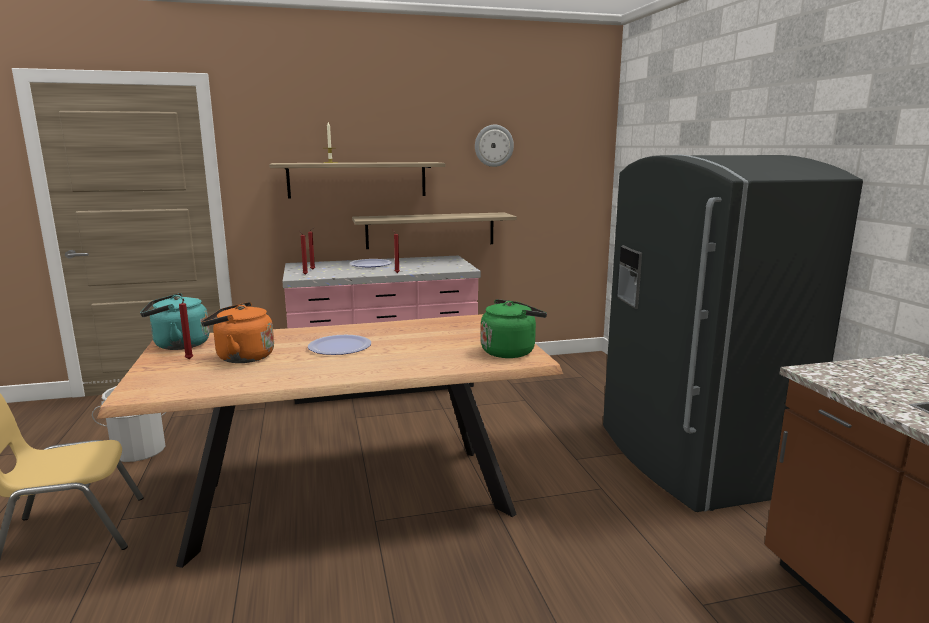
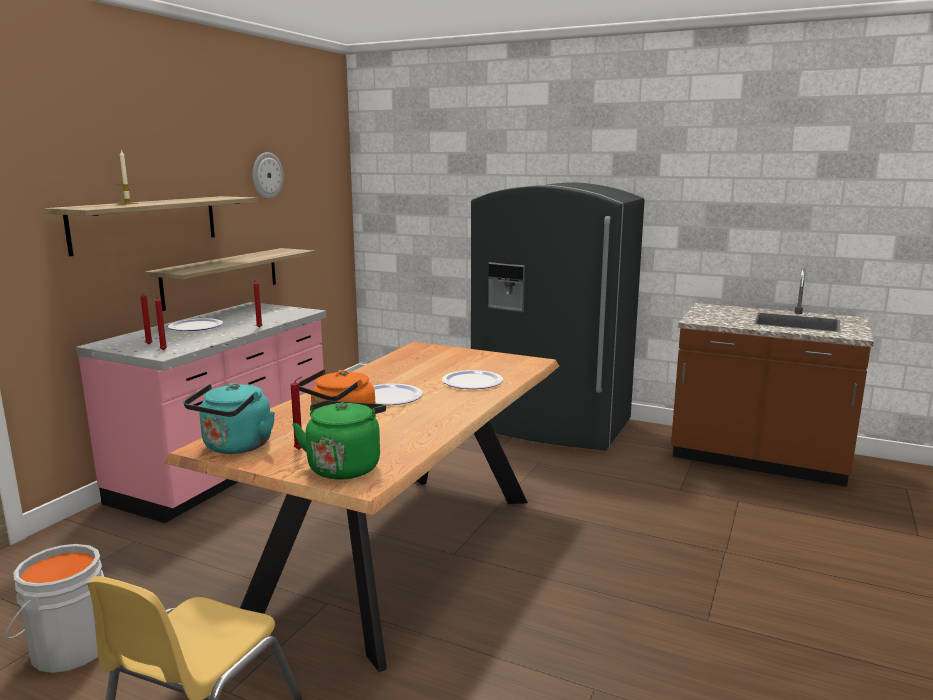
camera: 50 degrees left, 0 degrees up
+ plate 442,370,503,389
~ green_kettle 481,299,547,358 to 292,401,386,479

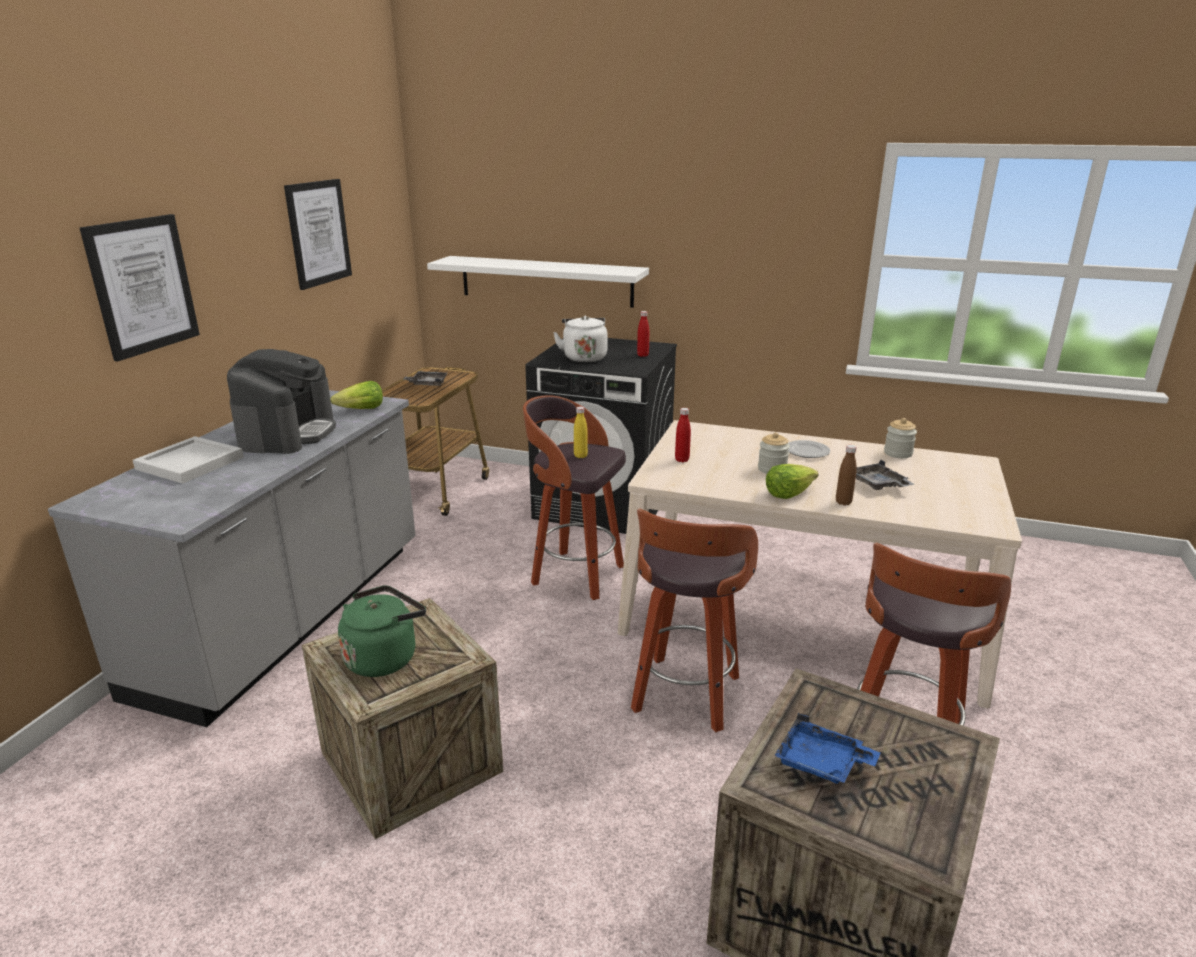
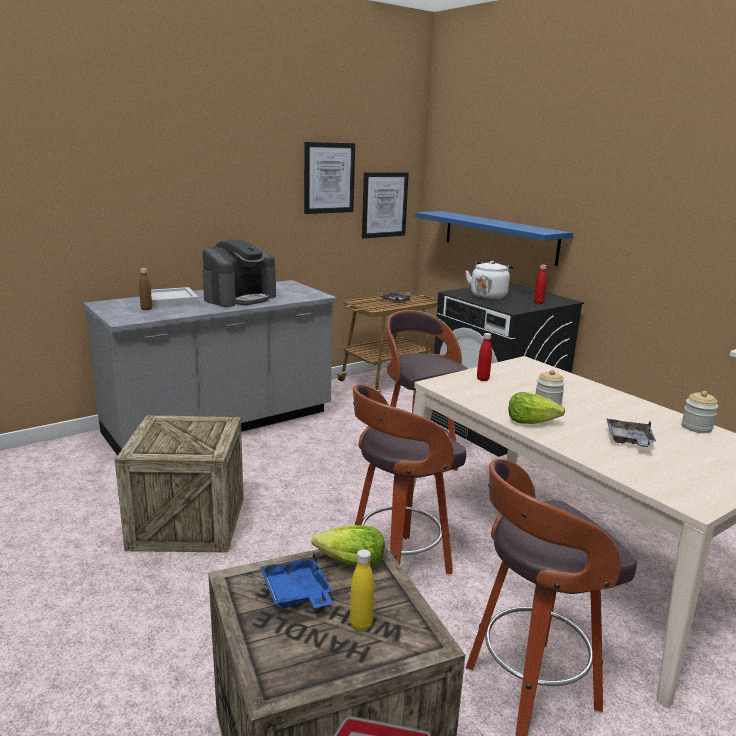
camera: 35 degrees right, 5 degrees down
- green_kettle 338,585,426,677
- plate 788,440,831,458
~ picture 80,214,200,361 to 362,172,409,239
~ lettuce 331,381,383,409 to 312,525,385,567
~ yellow_bottle 574,407,588,458 to 350,549,374,632
~ brown_bottle 836,445,857,505 to 139,268,152,310
~ white_shelf 427,256,649,308 to blue_shelf 415,211,573,266

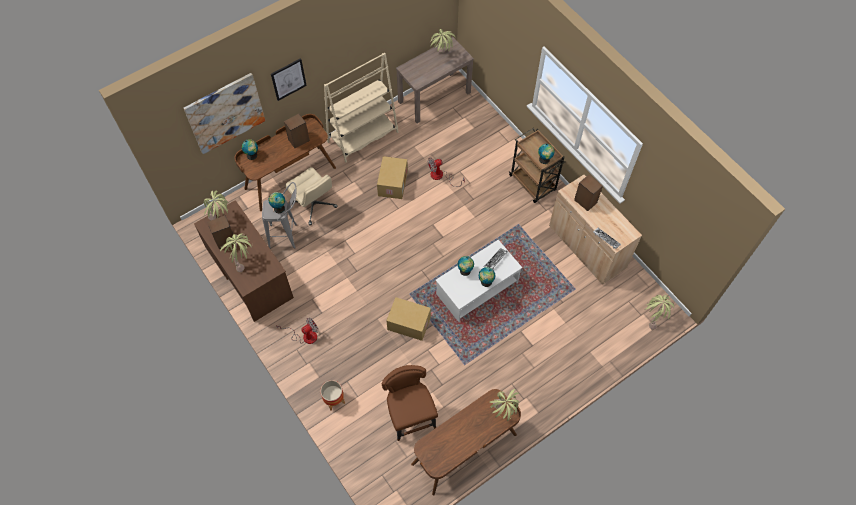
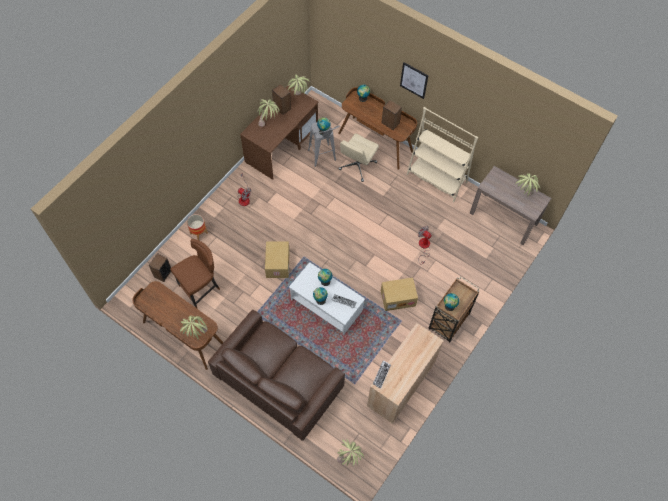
camera: 70 degrees right, 0 degrees up
- picture 184,73,265,154
+ brown_sofa 208,310,345,441
~ cardboard_box 377,156,408,199 to 381,277,418,311
~ speaker 574,175,603,211 to 149,253,171,282

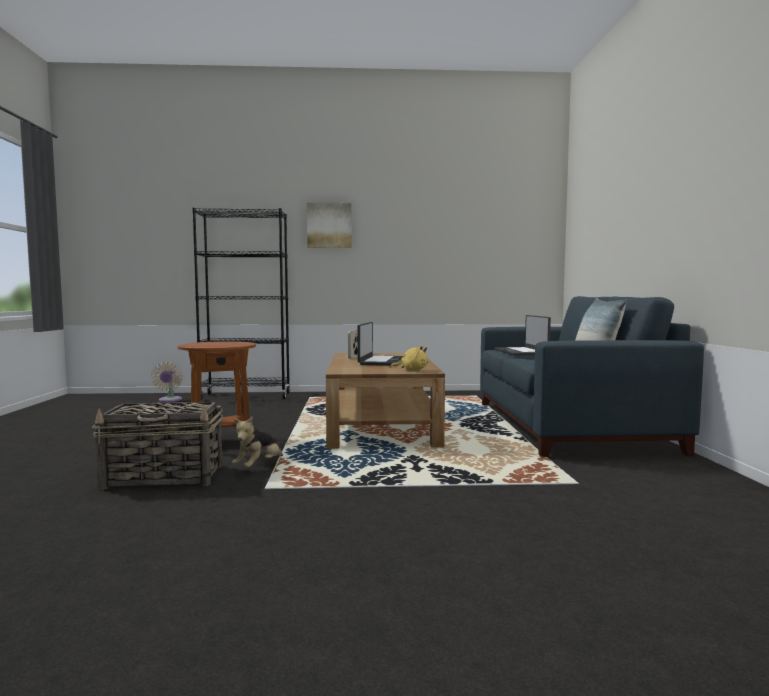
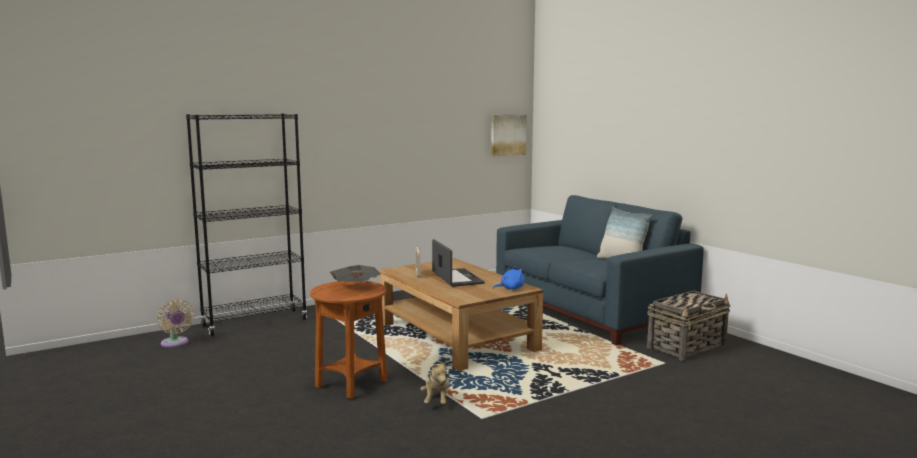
camera: 30 degrees left, 5 degrees up
- laptop 494,315,551,356
+ newspaper 329,265,381,282
~ basket 92,402,223,489 to 647,291,730,361
~ picture 307,202,352,248 to 491,114,527,156
~ yellow_plush_toy 390,346,428,370 to blue_plush_toy 493,266,525,290

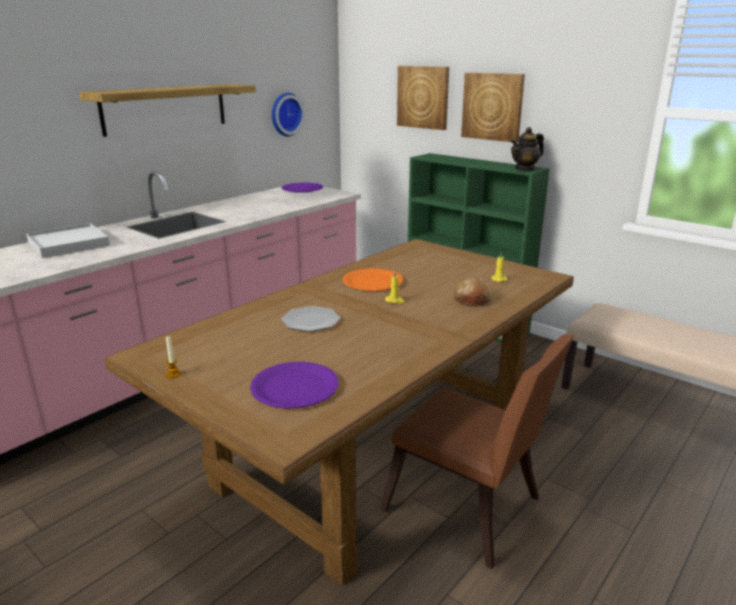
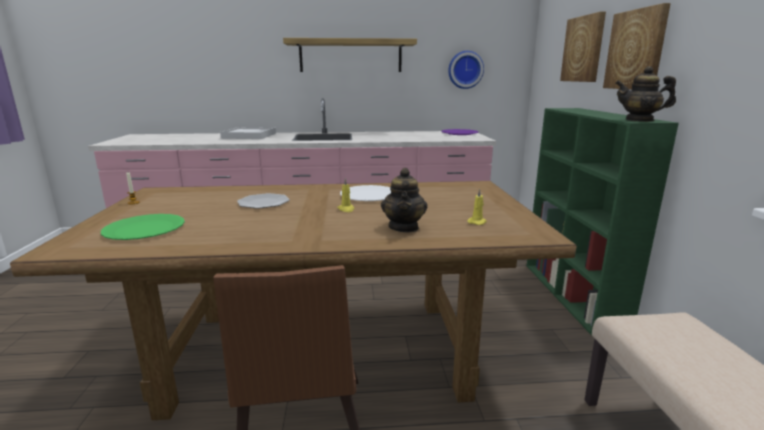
camera: 45 degrees right, 5 degrees down
~ bread 454,279,492,307 to teapot 381,168,427,232
~ purple_plate 250,362,338,409 to green_plate 101,214,185,240
~ orange_plate 343,268,403,291 to white_plate 340,185,391,201

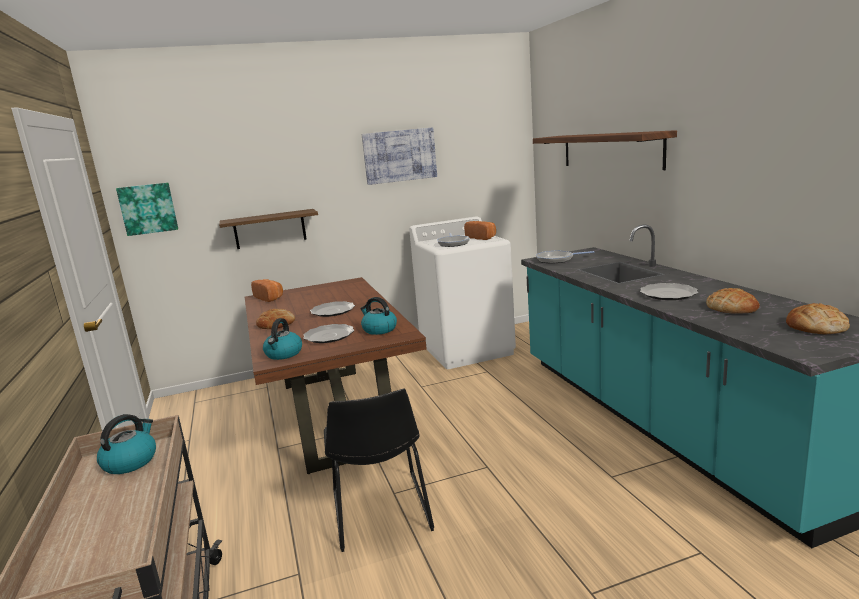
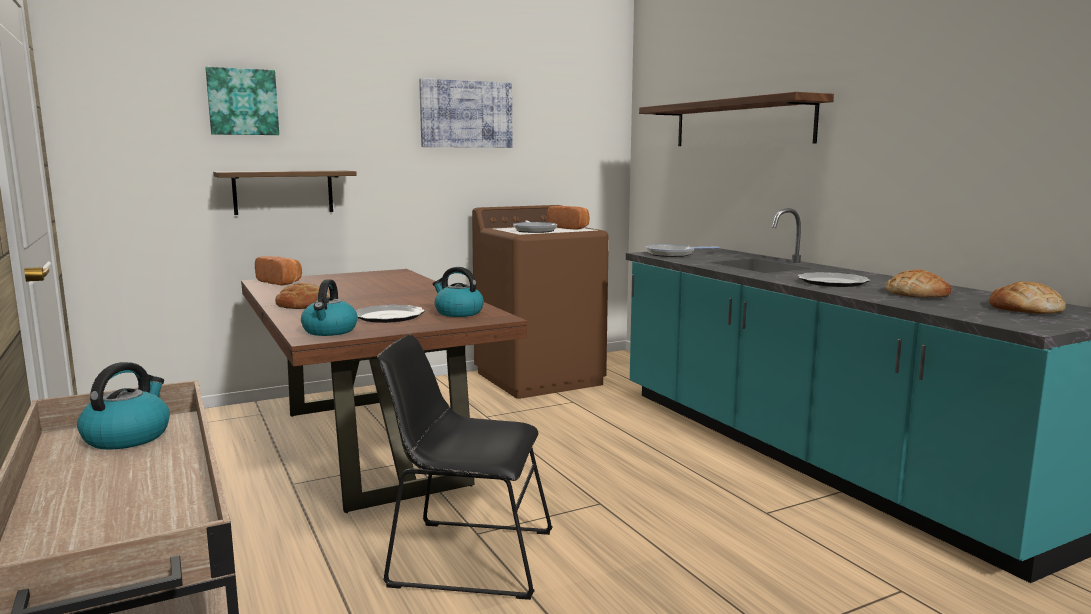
camera: 10 degrees left, 5 degrees down
- plate 310,301,355,317
~ picture 116,183,178,236 to 206,67,279,135
~ white_washing_machine 409,217,516,369 to brown_washing_machine 472,205,609,399
~ black_chair 324,389,434,552 = 377,335,553,600 120 degrees clockwise

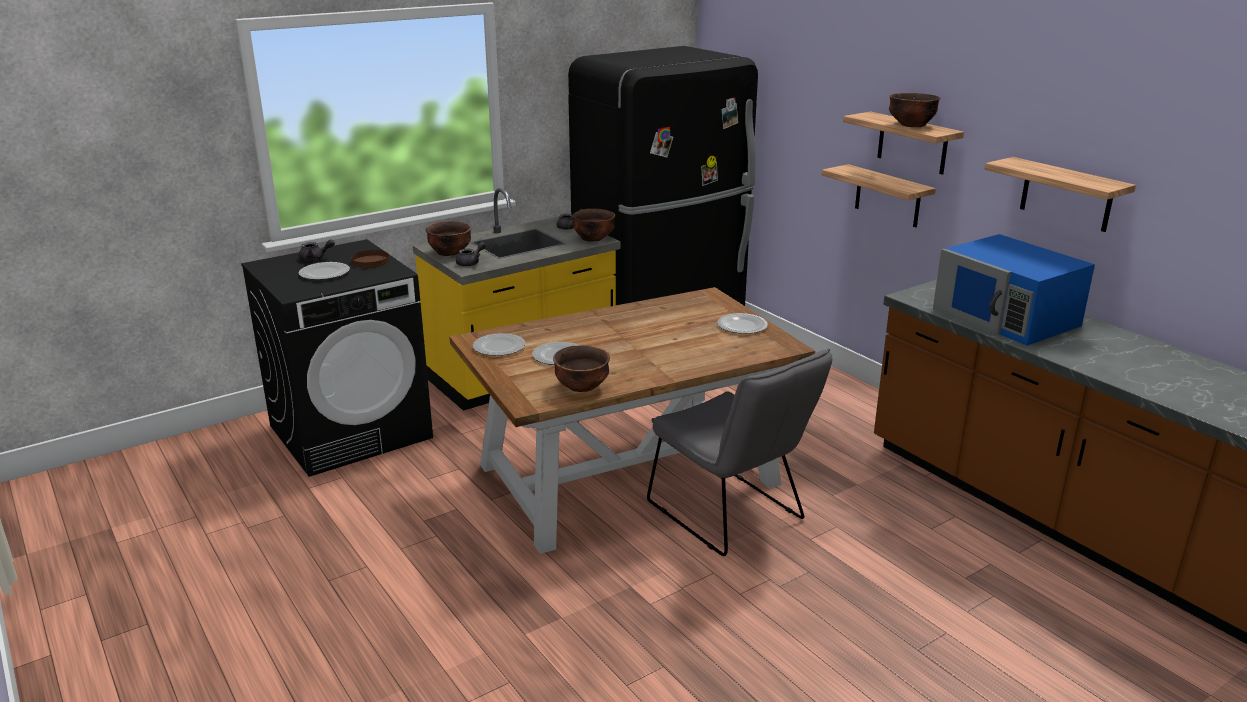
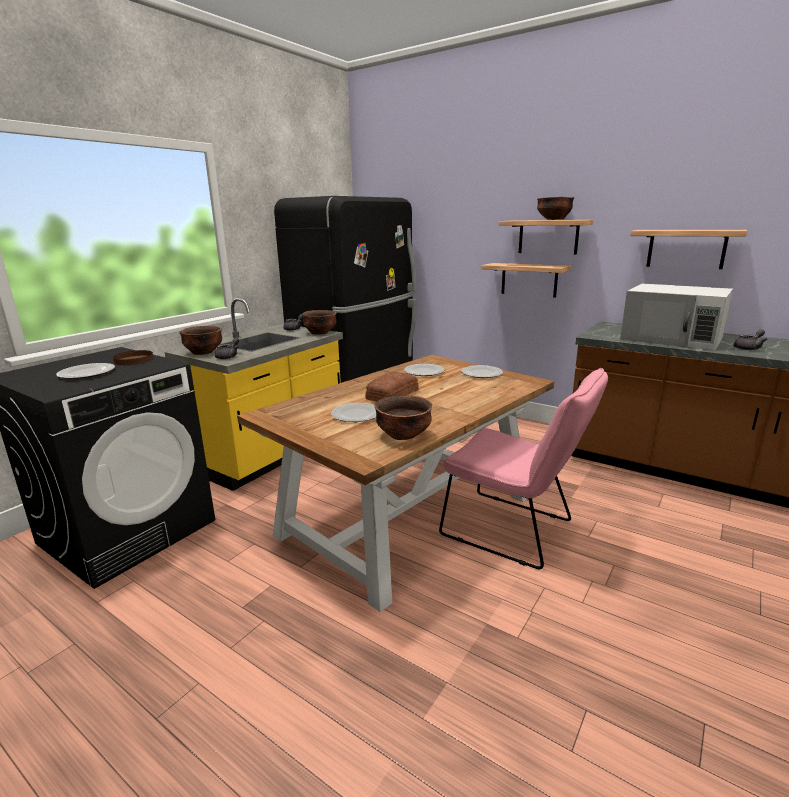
camera: 20 degrees left, 5 degrees down
+ bread 365,372,419,402
~ grey_teapot 299,239,335,261 to 734,329,767,350
~ plate 473,333,525,356 to 404,364,444,376
~ grey_chair 647,348,832,556 to pink_chair 439,368,608,569
~ blue_microwave 933,234,1095,346 to white_microwave 620,283,733,350

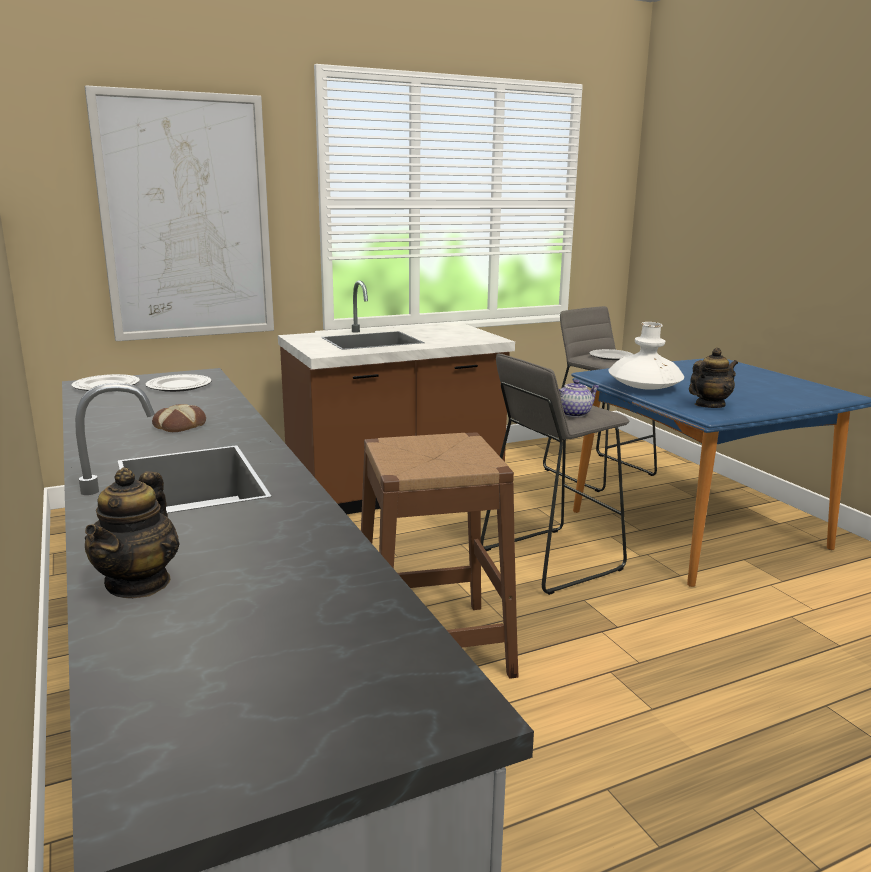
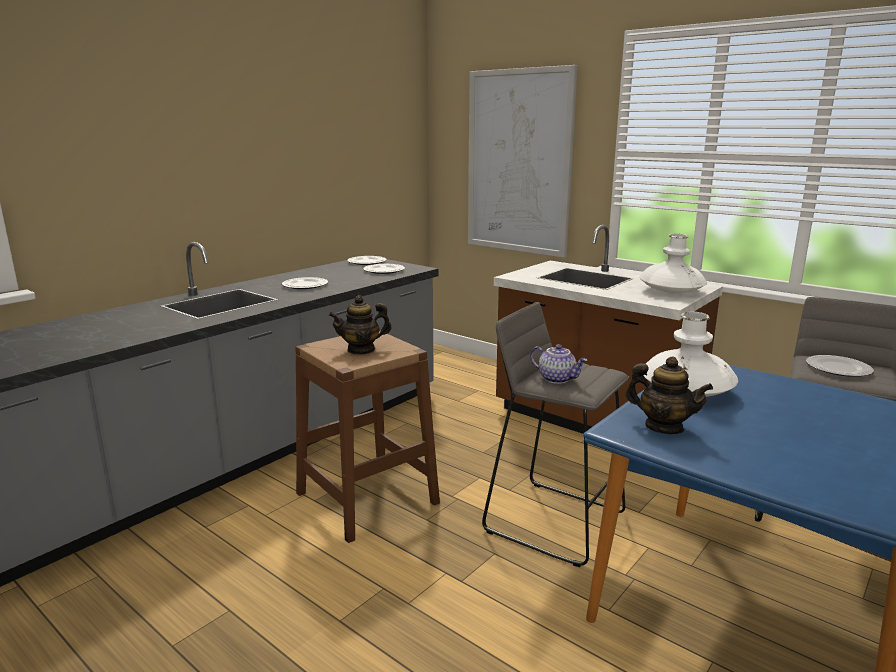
camera: 65 degrees right, 0 degrees up
+ white_vase 639,234,707,293
~ teapot 85,467,180,598 to 329,295,392,355
~ bread 152,404,206,432 to plate 282,277,328,289

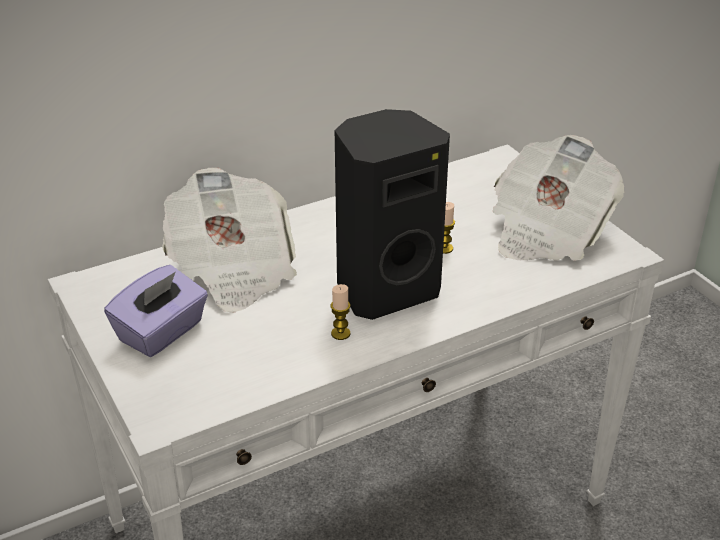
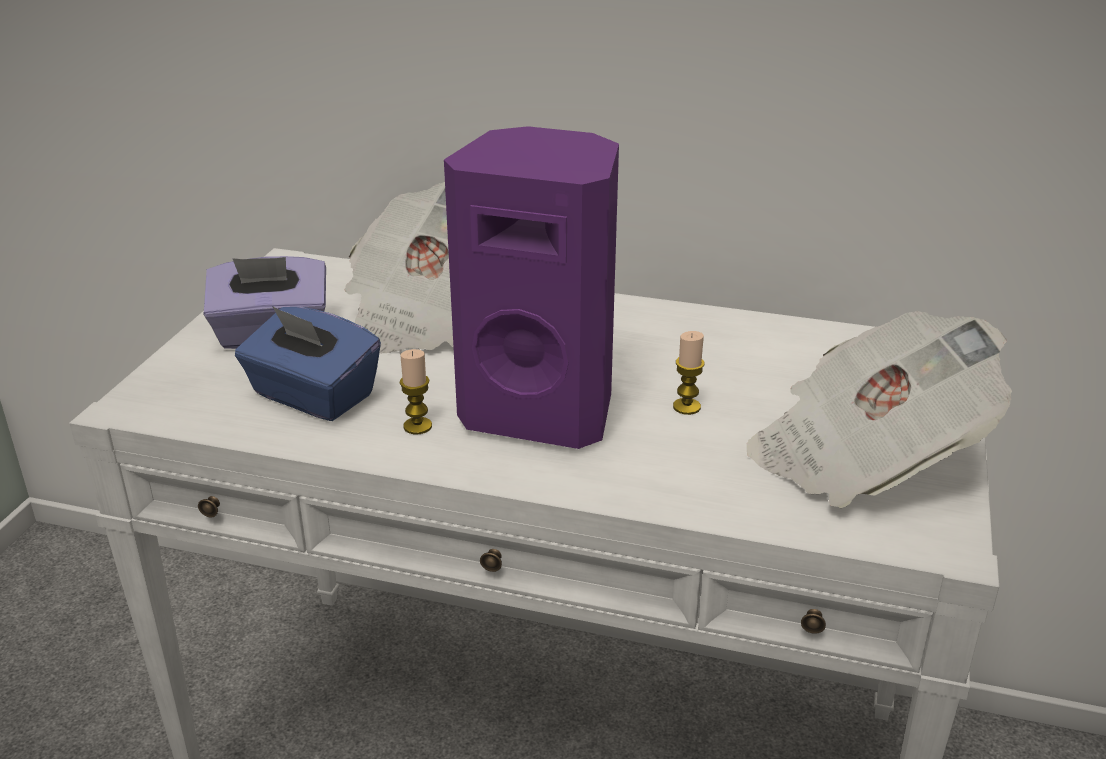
camera: 45 degrees right, 5 degrees down
+ blue_tissue_box 235,306,381,421
~ black_speaker 335,109,450,320 to purple_speaker 444,126,619,449

